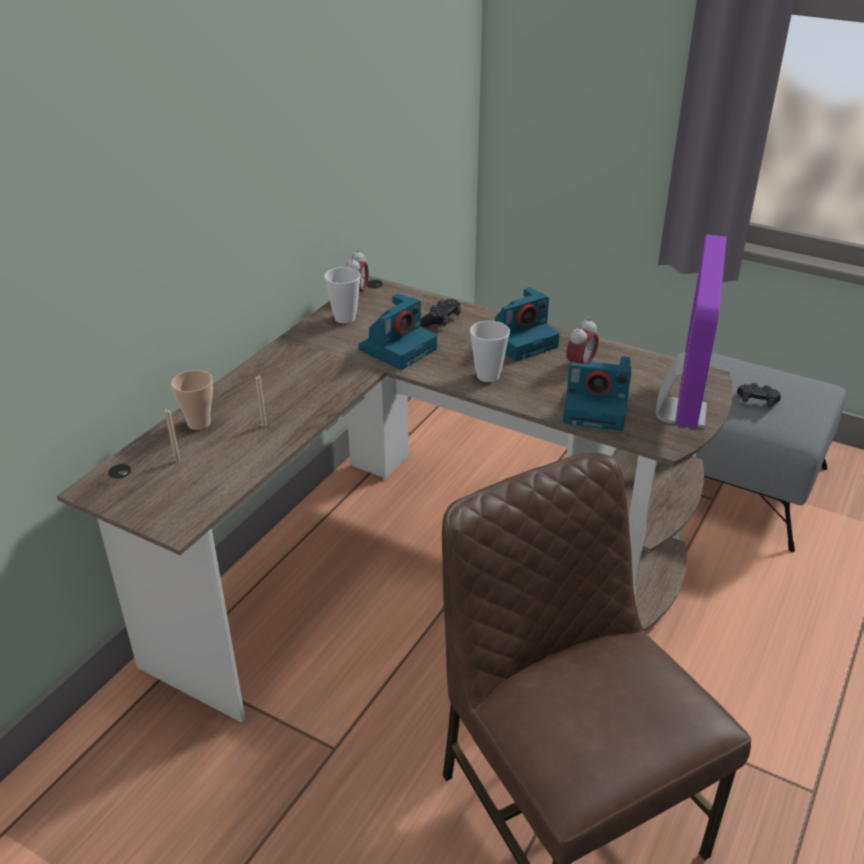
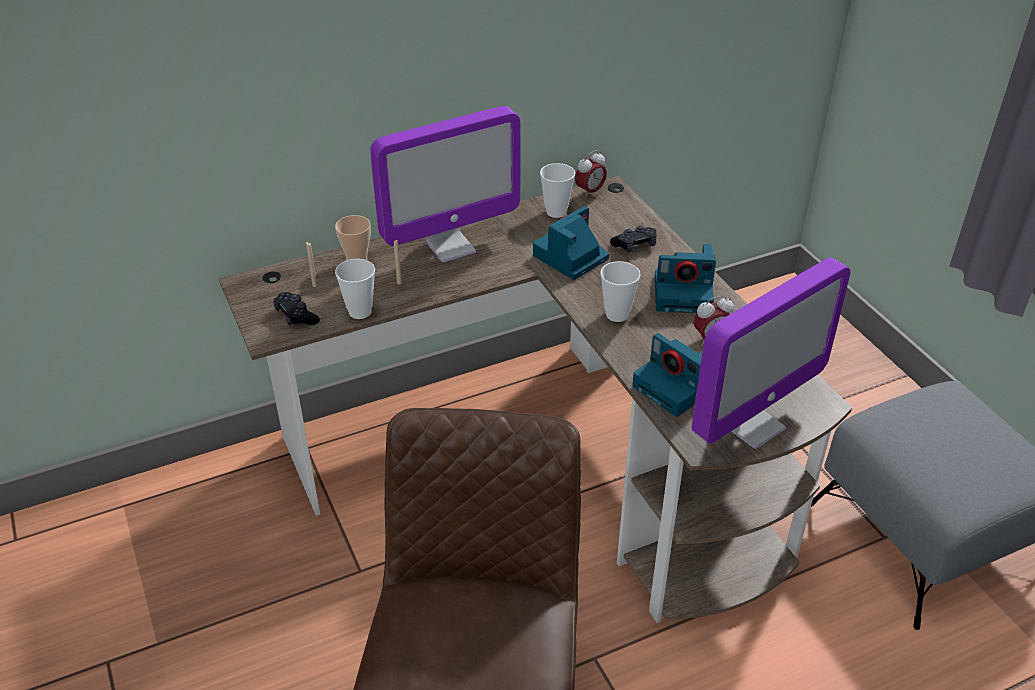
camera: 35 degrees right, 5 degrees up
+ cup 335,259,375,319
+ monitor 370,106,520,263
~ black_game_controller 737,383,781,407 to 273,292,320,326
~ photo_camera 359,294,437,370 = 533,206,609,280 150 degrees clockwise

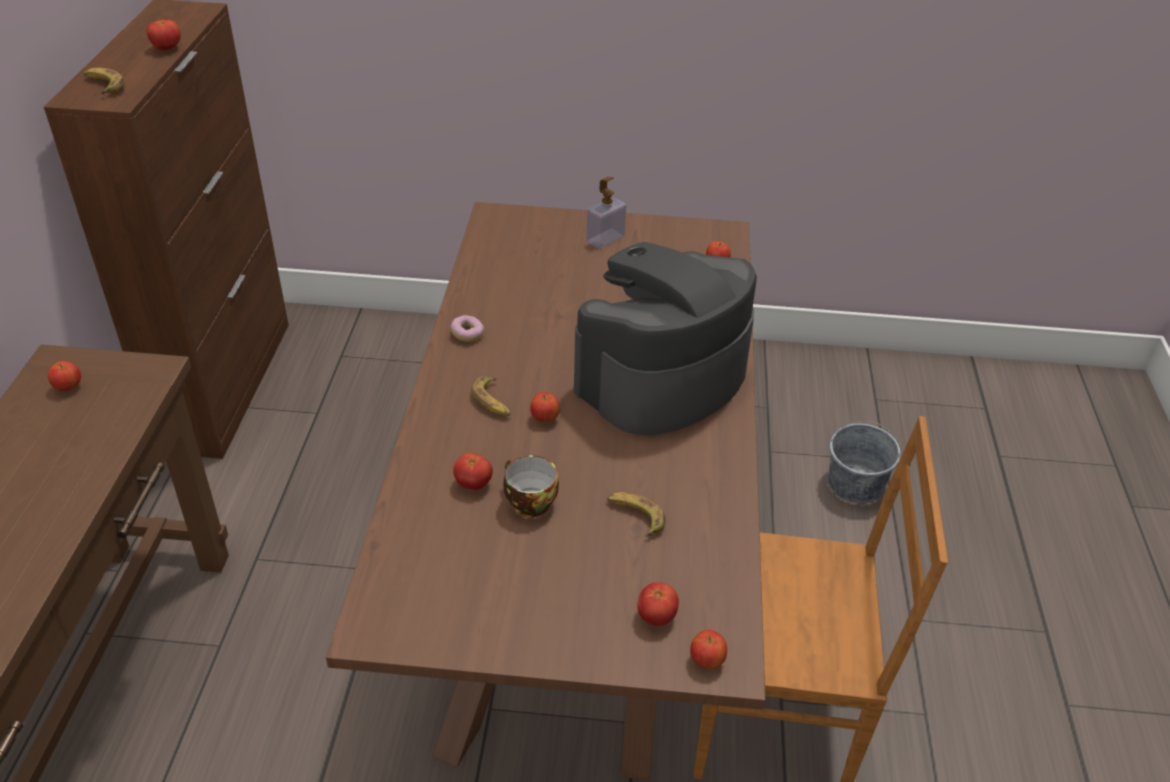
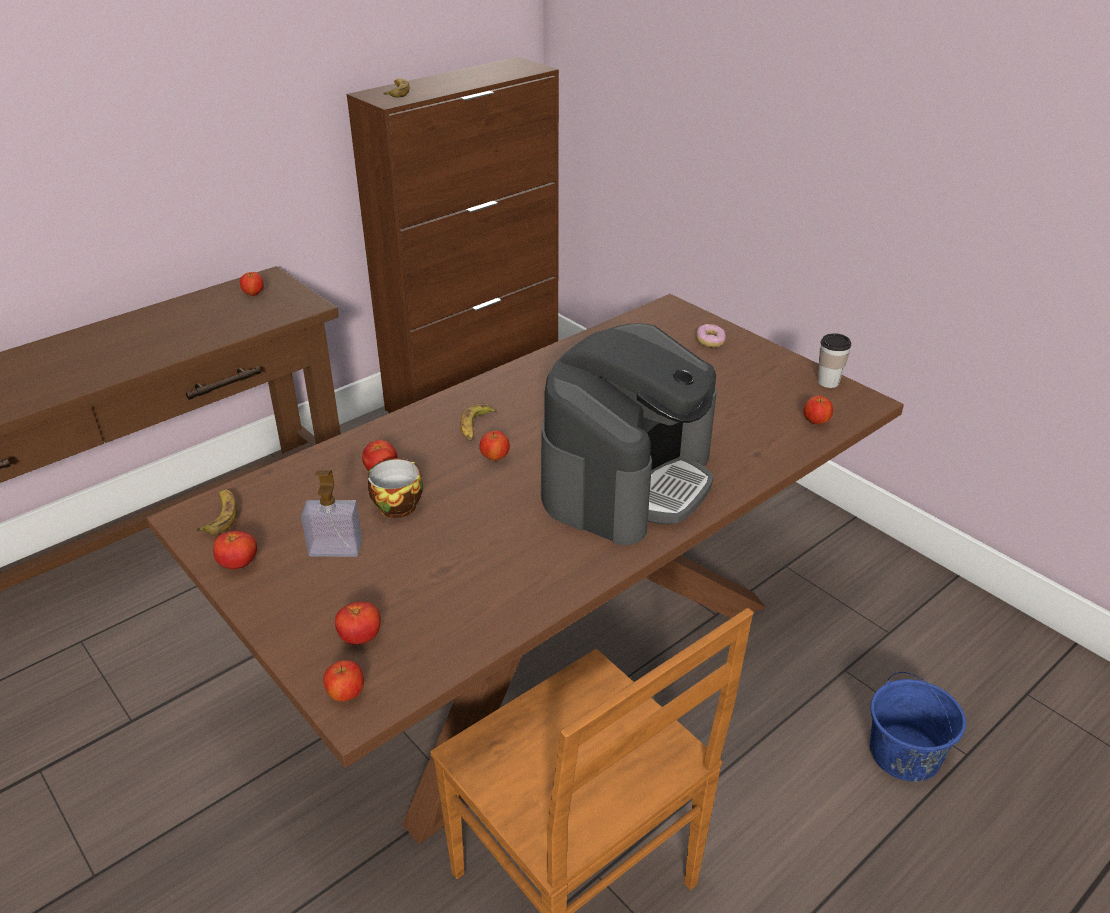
camera: 45 degrees right, 5 degrees down
+ cup 818,333,851,388
~ tomato 147,19,181,50 to 213,531,257,569
~ donut 450,315,484,342 to 696,324,726,347
~ soap_dispenser 586,177,626,249 to 301,470,362,557
~ banana 607,492,666,537 to 196,489,237,534
~ grey_bucket 828,421,901,503 to blue_bucket 870,672,966,782
~ coffee_machine 574,242,757,435 = 541,323,717,545 120 degrees clockwise

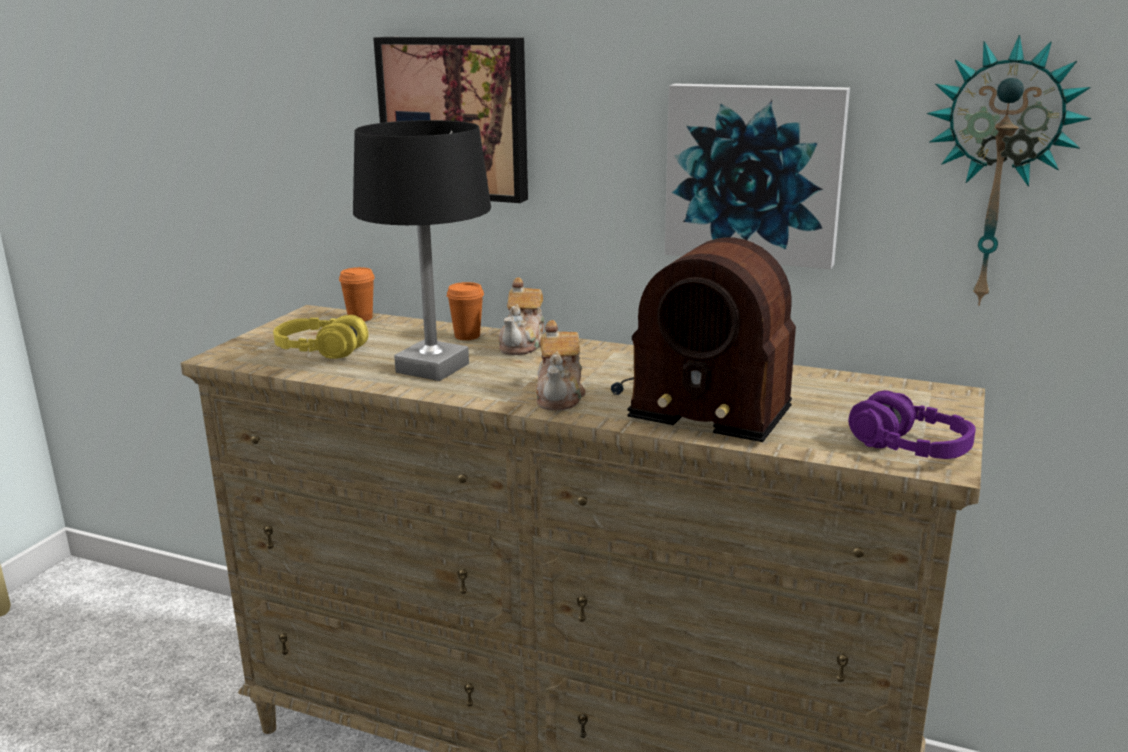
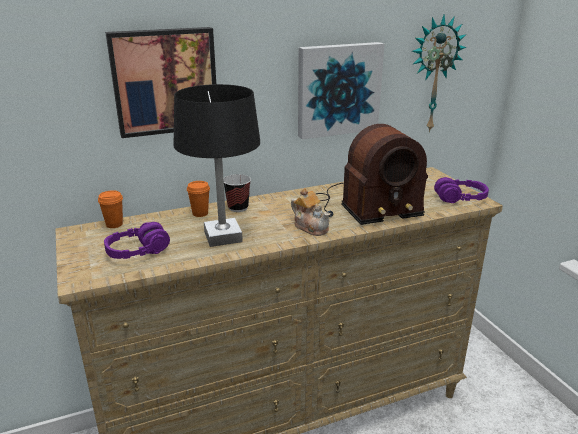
camera: 45 degrees left, 5 degrees up
~ teapot 499,278,544,355 to cup 223,174,251,212
~ yellow_headphones 273,315,369,359 to purple_headphones 104,222,170,259

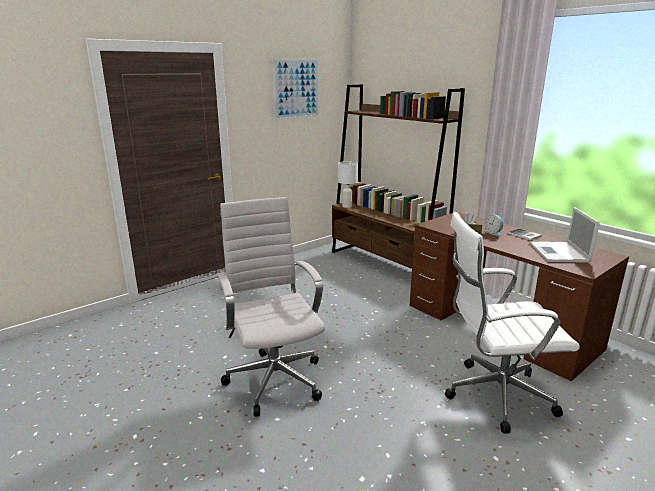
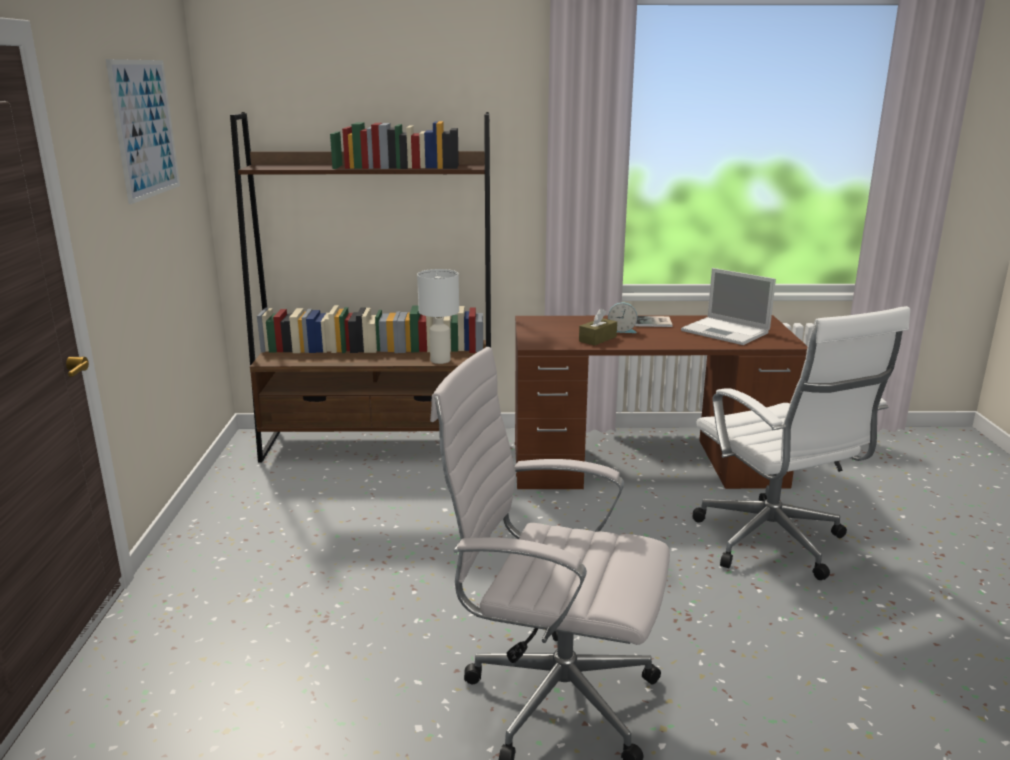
camera: 50 degrees left, 0 degrees up
~ white_table_lamp 338,161,358,208 to 417,269,459,364
~ white_office_chair 445,212,580,434 = 693,306,910,580 60 degrees counterclockwise

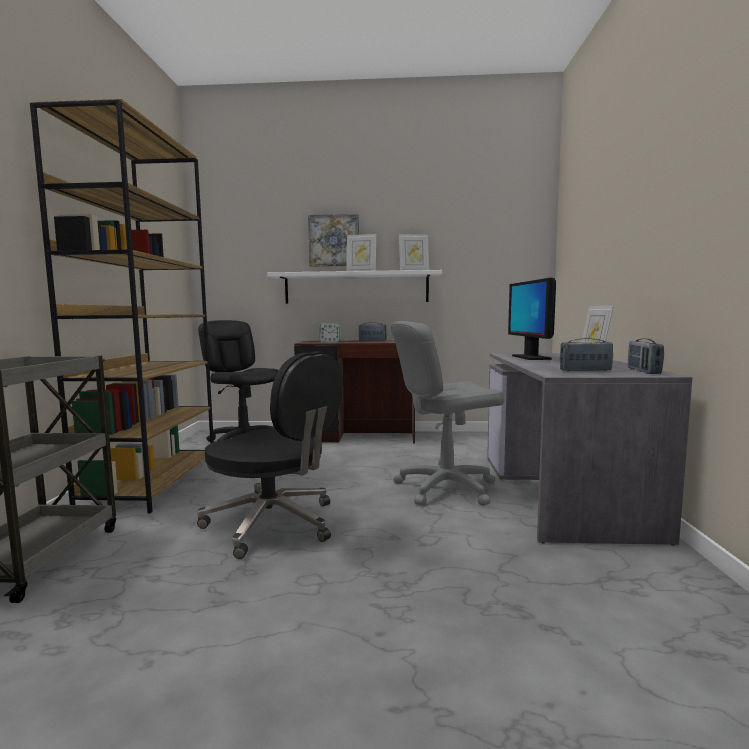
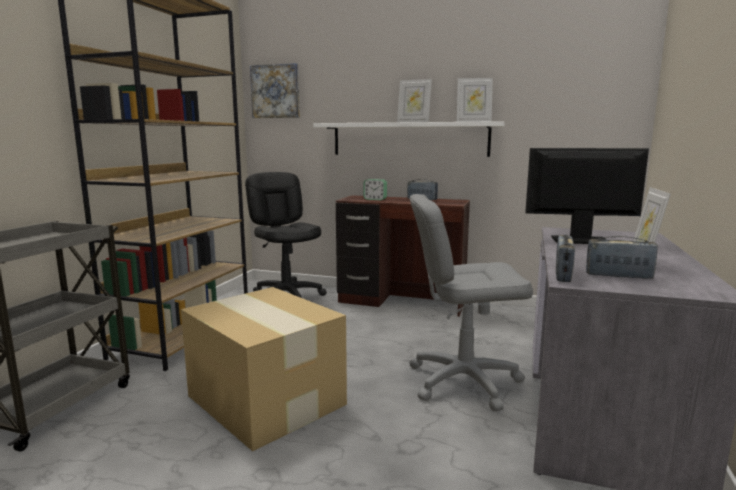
camera: 15 degrees right, 5 degrees up
~ picture 308,214,359,267 to 250,63,300,118
~ radio 628,338,664,374 to 556,234,575,282
~ black_office_chair 197,351,343,559 to cardboard_box 181,287,347,451
~ monitor 508,278,556,360 = 525,148,649,244 90 degrees clockwise

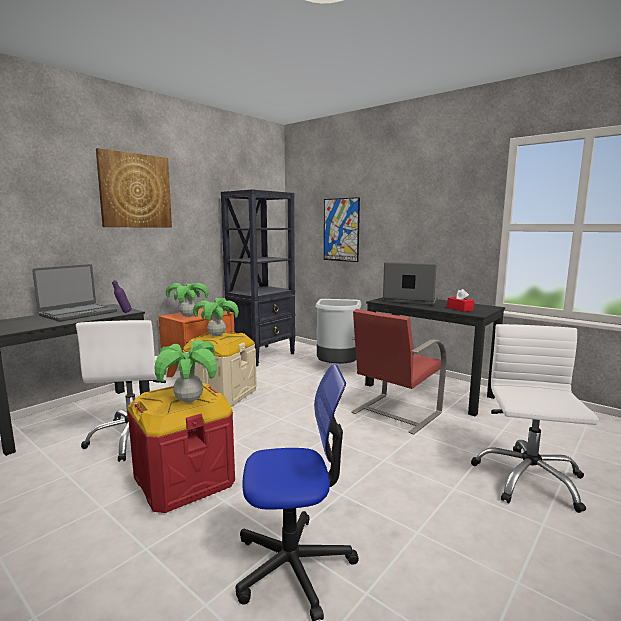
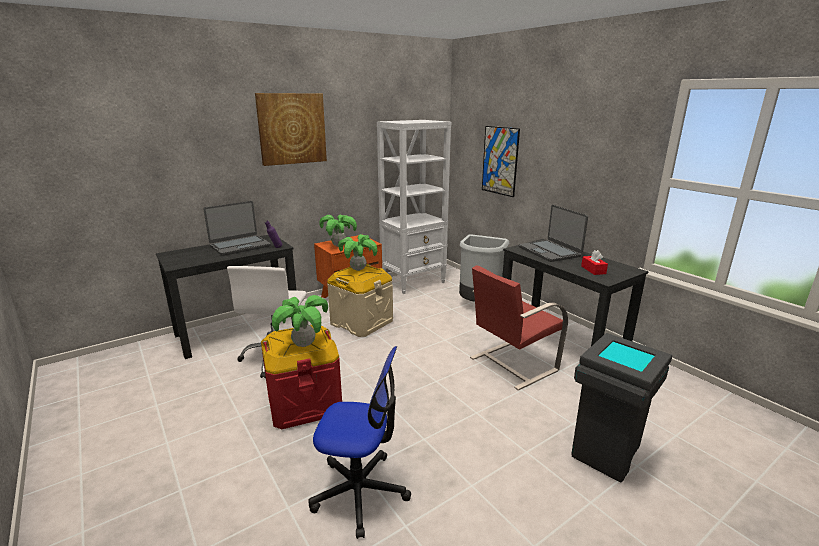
camera: 15 degrees right, 10 degrees up
~ white_office_chair 471,324,599,513 to grey_trash_can 571,333,672,482
~ black_bookcase 221,189,296,367 to white_bookcase 377,120,451,294
~ laptop 383,262,437,305 = 519,205,588,262 150 degrees counterclockwise

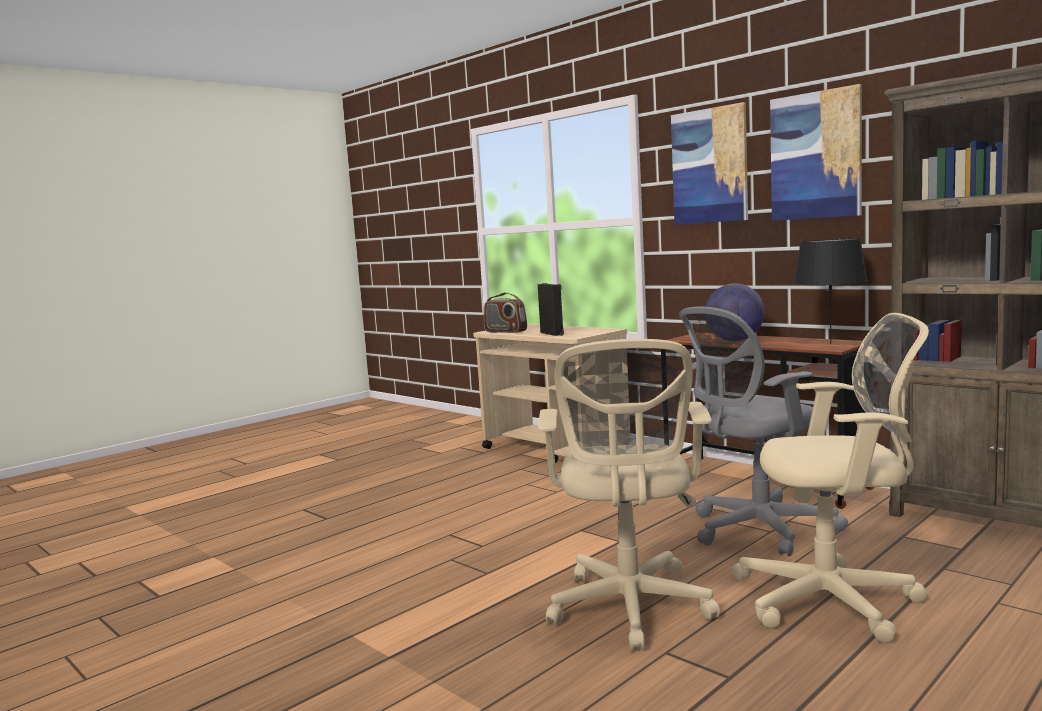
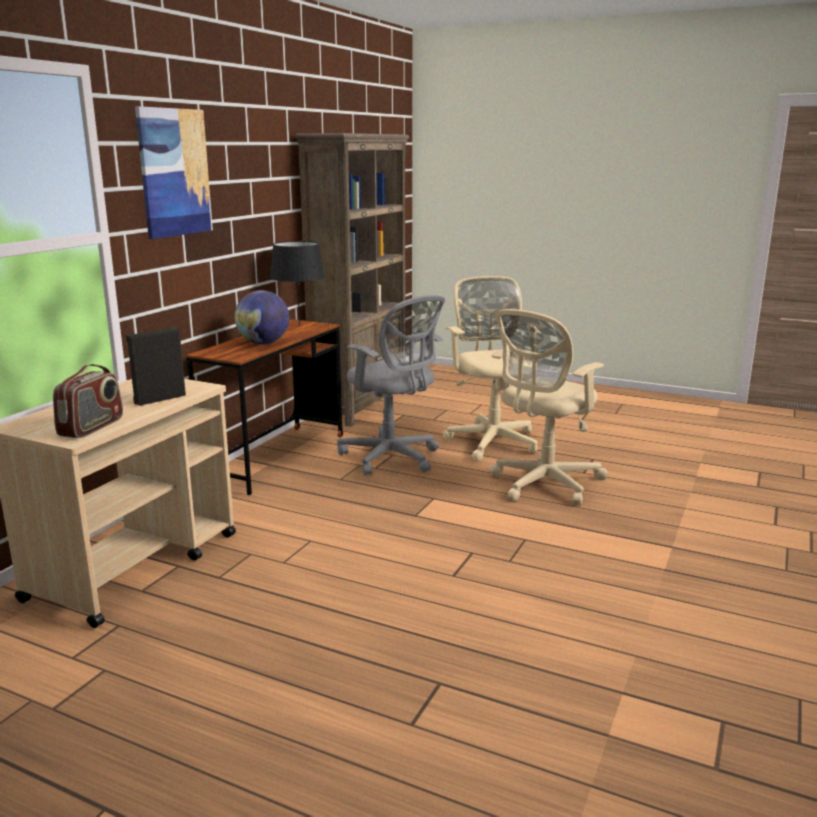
camera: 110 degrees left, 10 degrees up
- picture 770,84,862,221
~ beige_office_chair 539,339,720,651 = 489,309,608,505 150 degrees clockwise

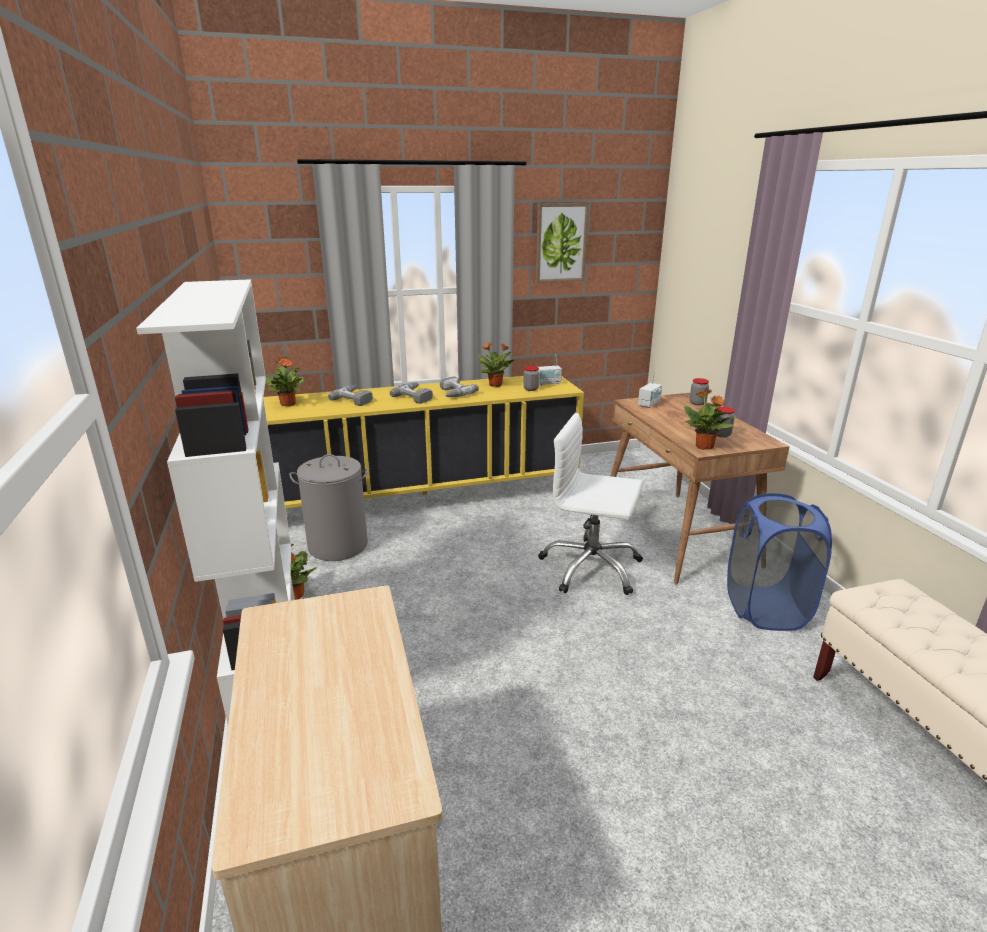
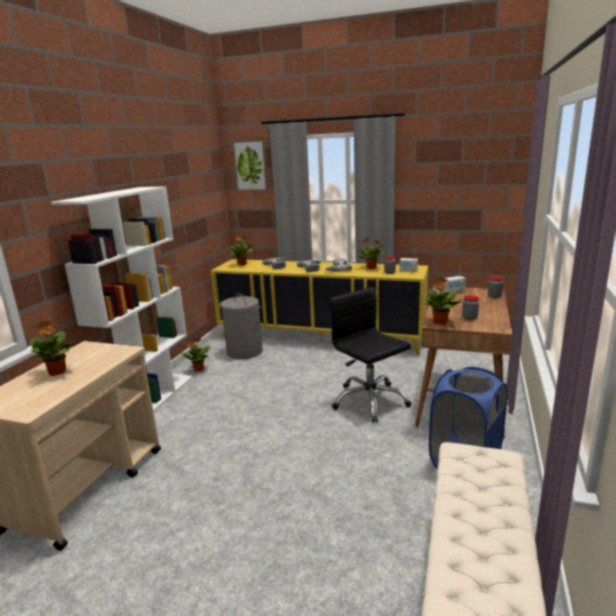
camera: 35 degrees right, 5 degrees down
+ potted_plant 29,321,77,376
~ picture 536,203,589,283 to 232,139,268,191
~ white_office_chair 538,413,643,595 to black_office_chair 330,287,411,423

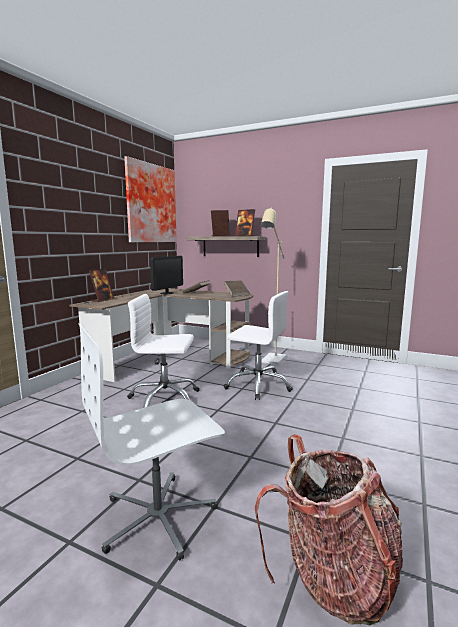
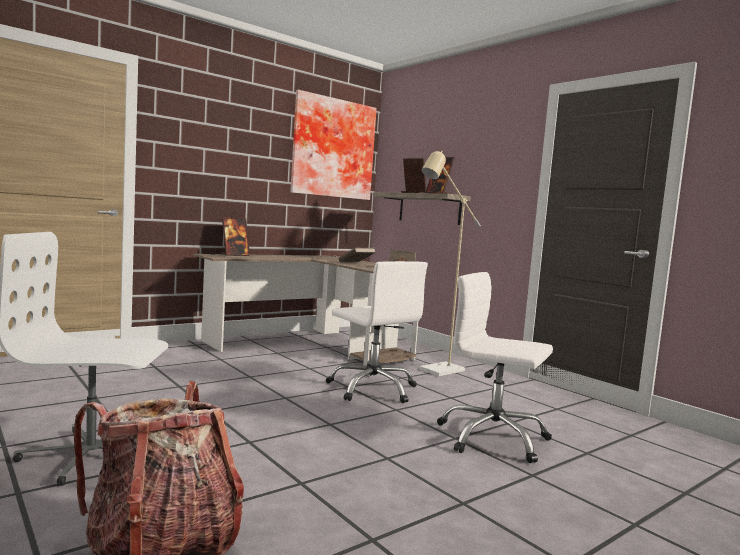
camera: 25 degrees right, 5 degrees down
- monitor 150,256,183,294
~ white_office_chair 127,294,200,408 to 437,272,553,463

